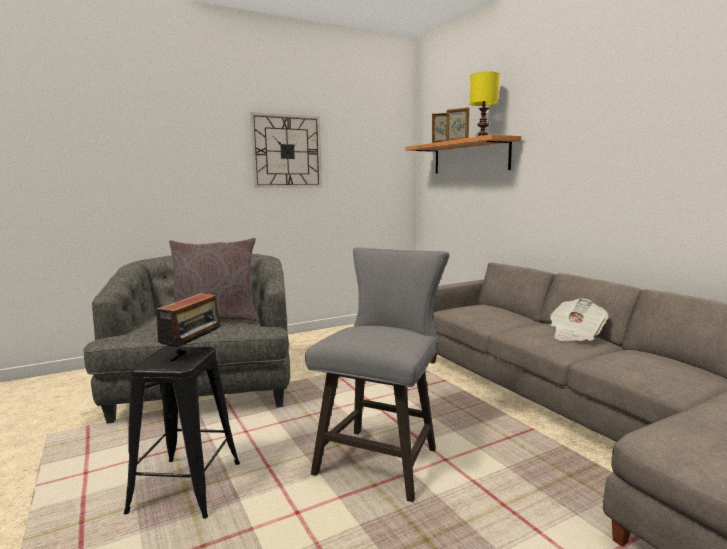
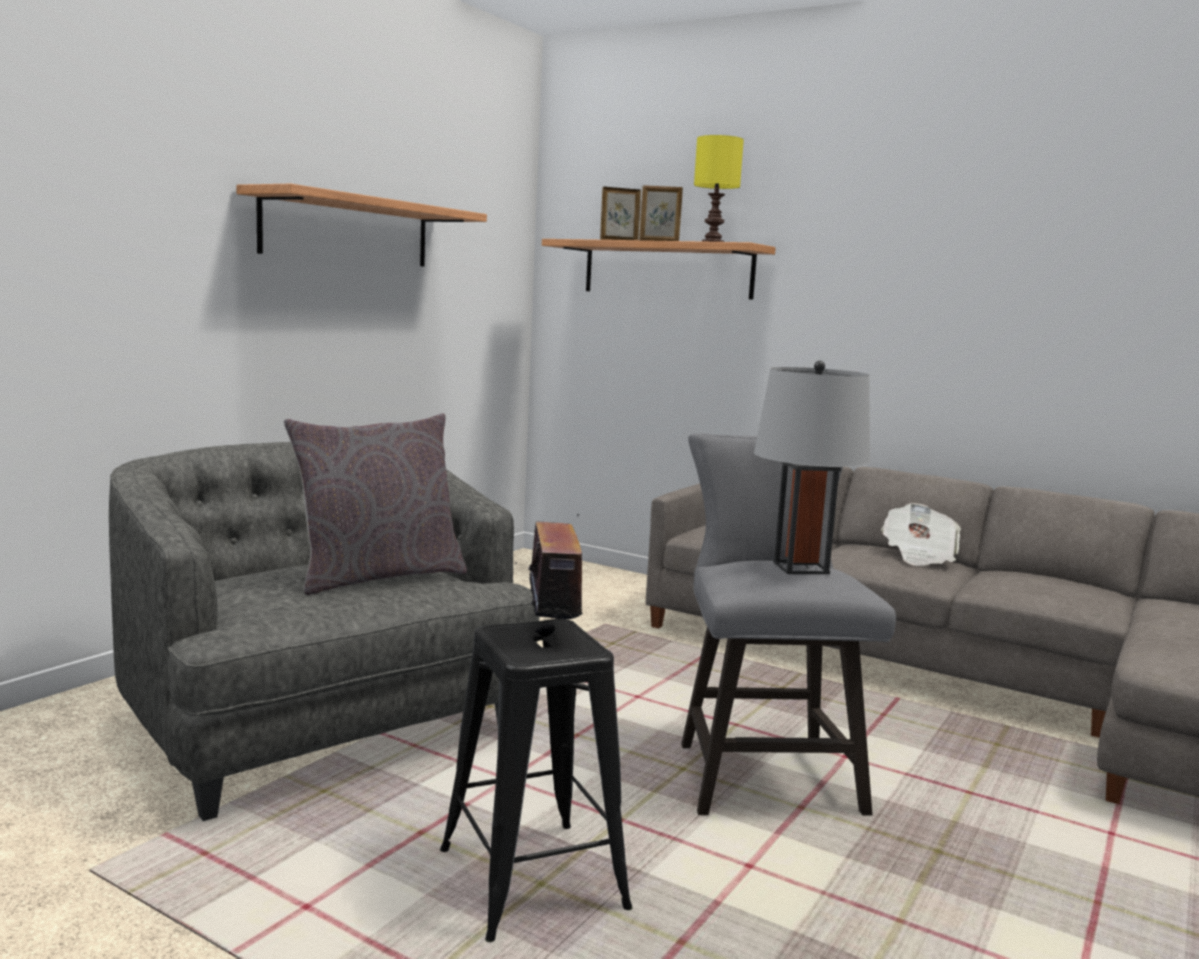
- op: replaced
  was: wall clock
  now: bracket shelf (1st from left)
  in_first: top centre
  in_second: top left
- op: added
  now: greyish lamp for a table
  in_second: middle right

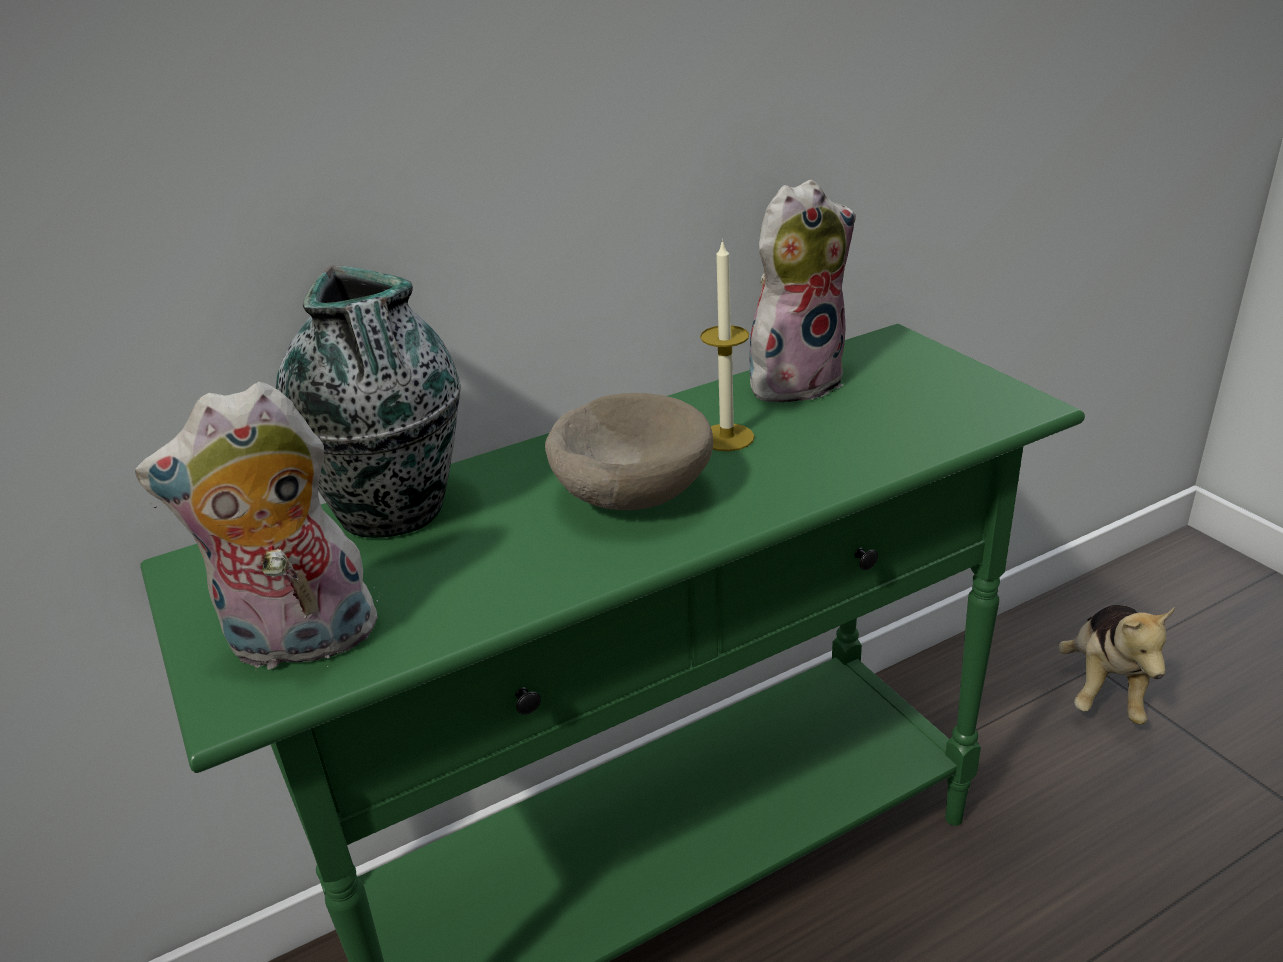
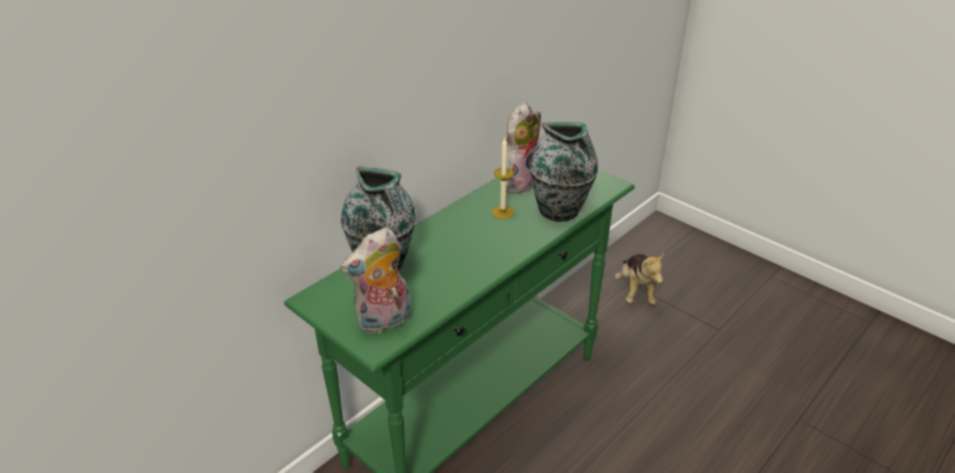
- op: removed
  was: sand-coloured deep dish
  in_first: centre
- op: added
  now: decorative vase (2nd from left)
  in_second: centre

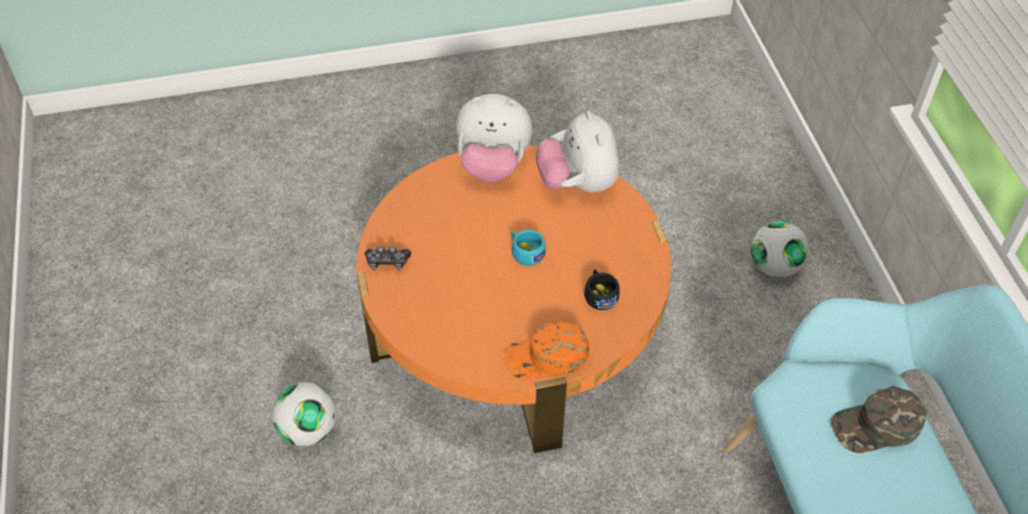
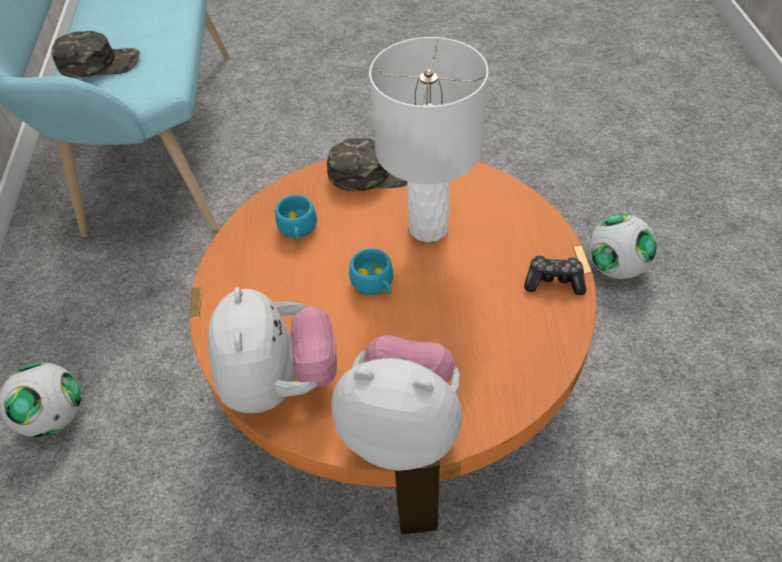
- op: recoloured
  was: black drinking cup
  now: turquoise drinking cup (1st from left)
  in_first: centre
  in_second: centre
- op: recoloured
  was: orange baseball cap
  now: greenish baseball cap (2nd from left)
  in_first: bottom centre
  in_second: top centre
- op: added
  now: white-coloured lamp for a table
  in_second: top centre

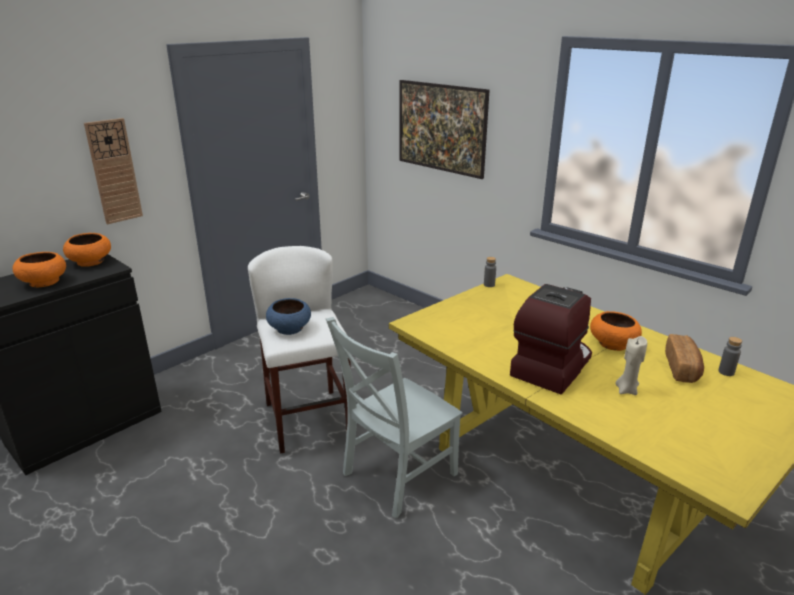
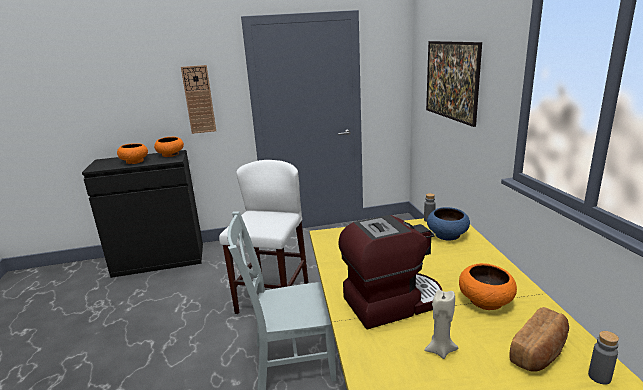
- op: moved
  was: blue-coloured deep dish
  in_first: centre
  in_second: middle right

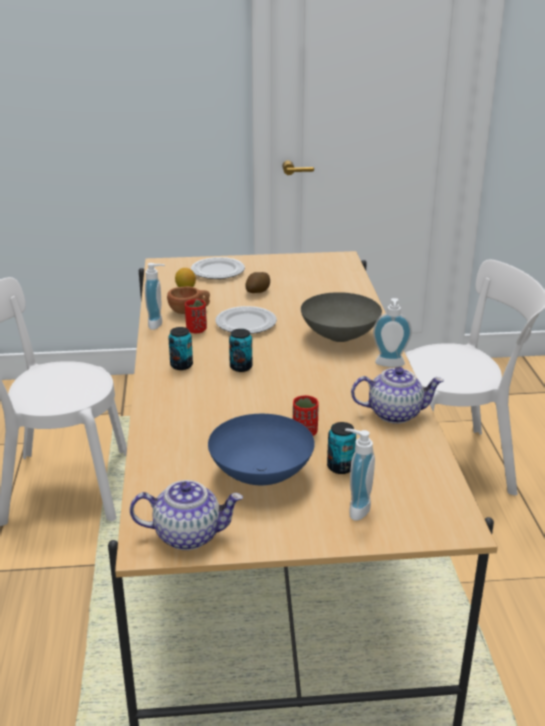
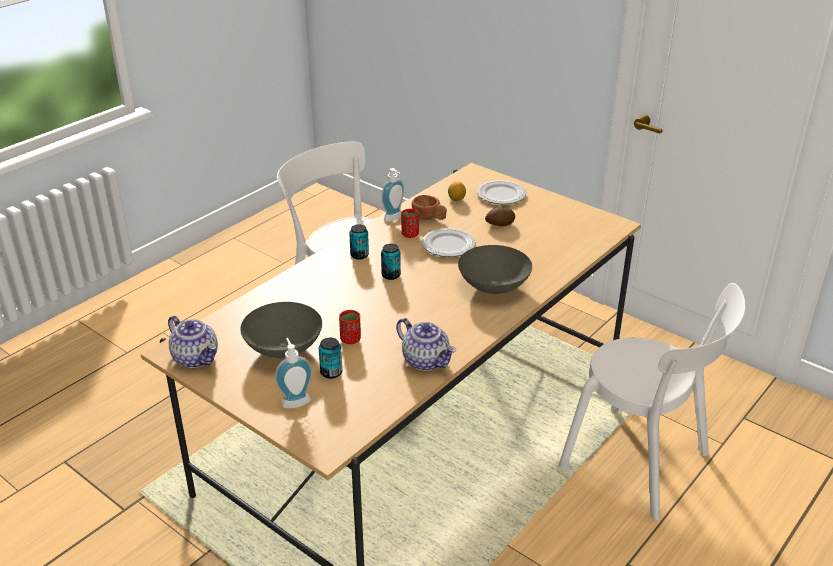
- op: removed
  was: soap dispenser (3rd from left)
  in_first: middle right
- op: recoloured
  was: blue-coloured deep dish
  now: greyish deep dish (1st from left)
  in_first: centre
  in_second: centre

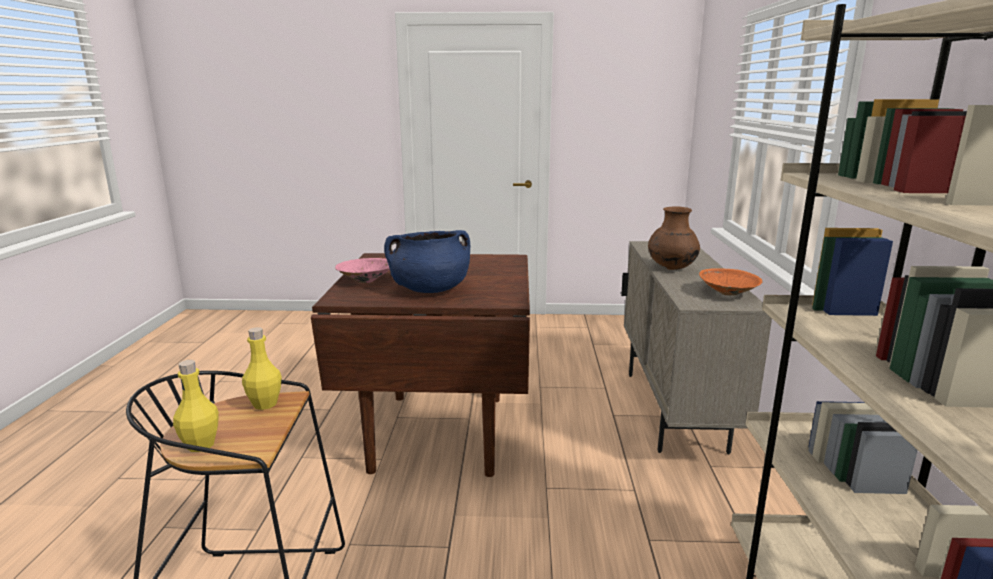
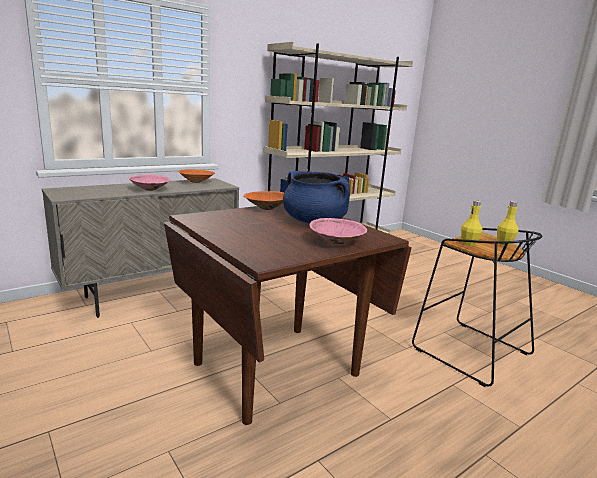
- op: replaced
  was: brown decorative vase
  now: pink-coloured deep dish (1st from left)
  in_first: middle right
  in_second: middle left
- op: added
  now: orange deep dish (2nd from left)
  in_second: centre

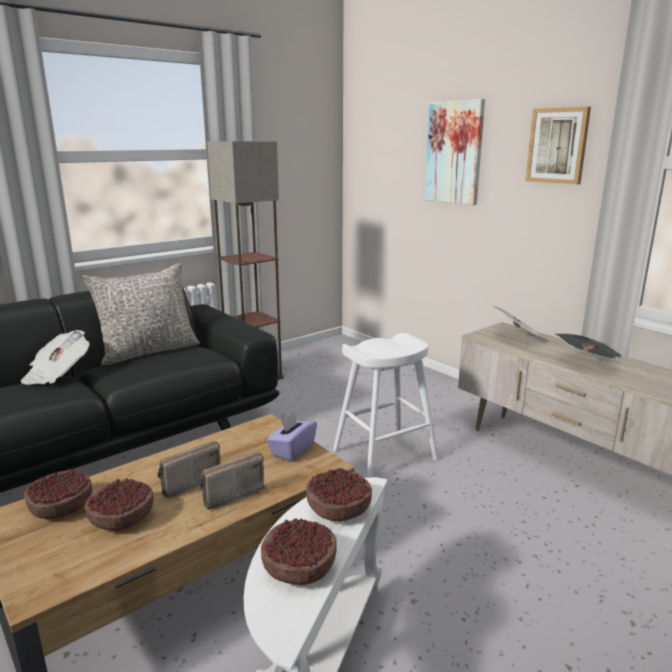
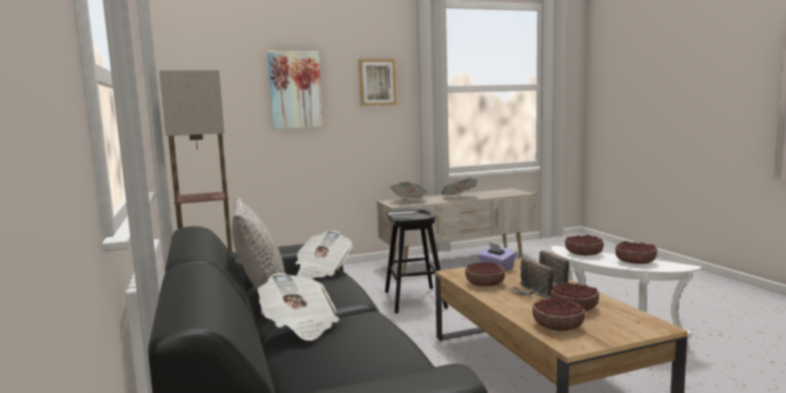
- op: recoloured
  was: white-coloured sitting stool
  now: black sitting stool
  in_first: centre
  in_second: centre
- op: added
  now: newspaper (2nd from left)
  in_second: centre
- op: added
  now: deep dish (1st from left)
  in_second: bottom centre

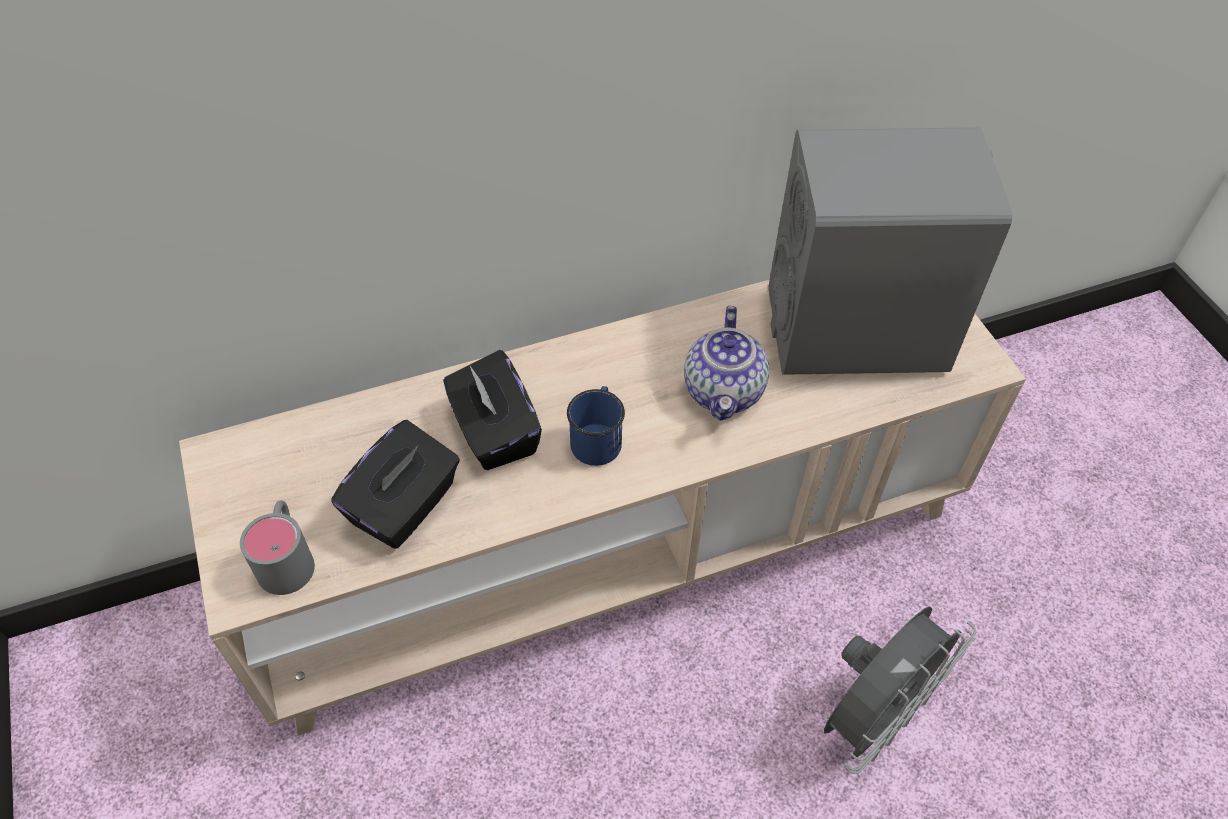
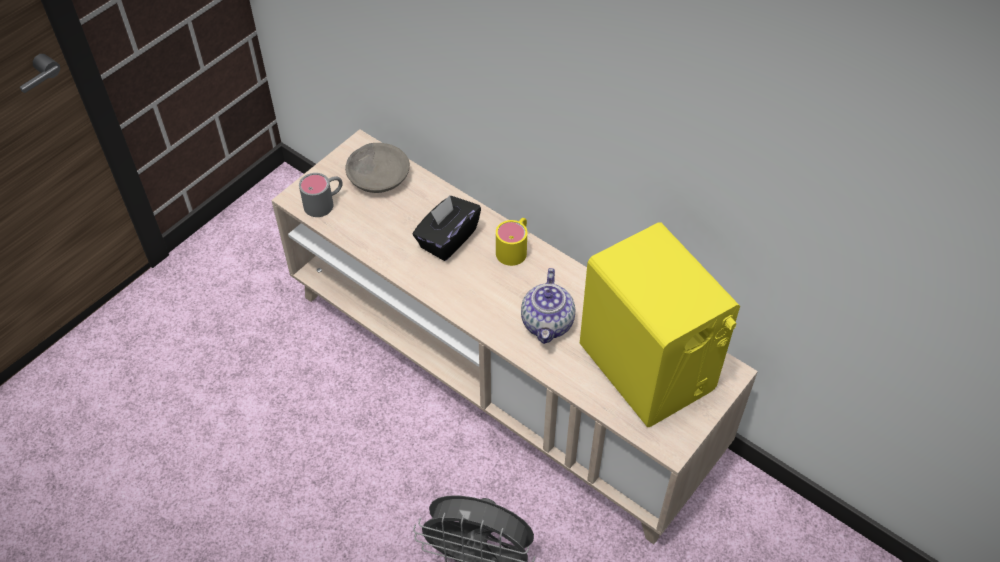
- op: recoloured
  was: greyish audio speaker
  now: yellowish audio speaker
  in_first: top right
  in_second: centre
- op: turned
  was: pot for tea
  in_first: centre
  in_second: centre
  clockwise: -60
- op: removed
  was: blue-coloured mug
  in_first: centre
- op: removed
  was: black tissue holder (1st from left)
  in_first: middle left
- op: added
  now: greyish deep dish
  in_second: top centre
- op: added
  now: yellowish mug
  in_second: centre

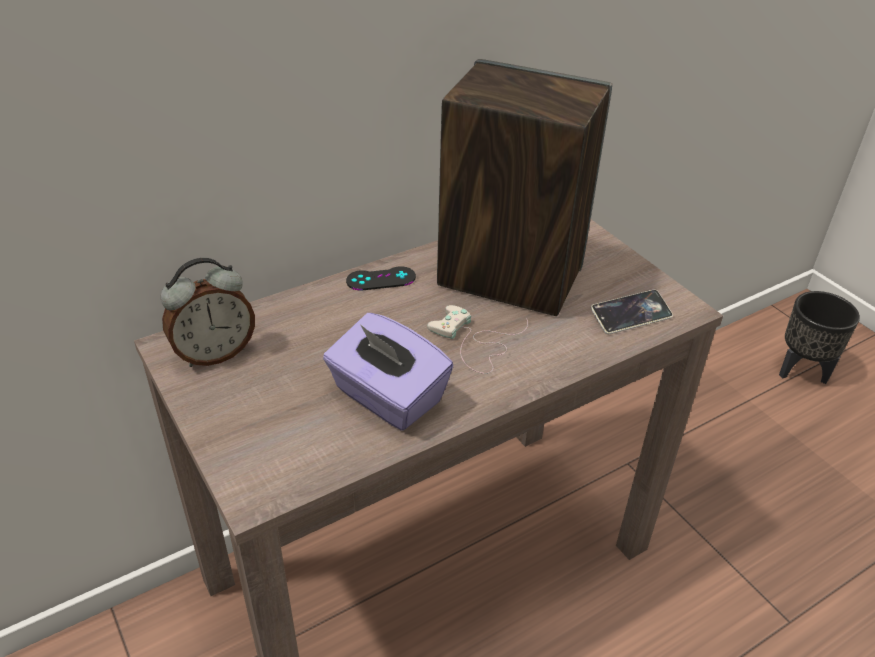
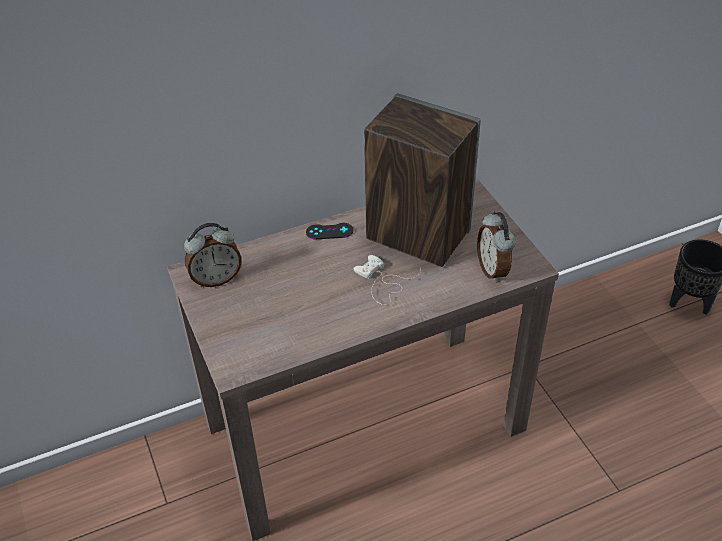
- op: replaced
  was: handset
  now: table clock (2nd from left)
  in_first: middle right
  in_second: middle right
- op: removed
  was: purple-coloured tissue holder
  in_first: centre

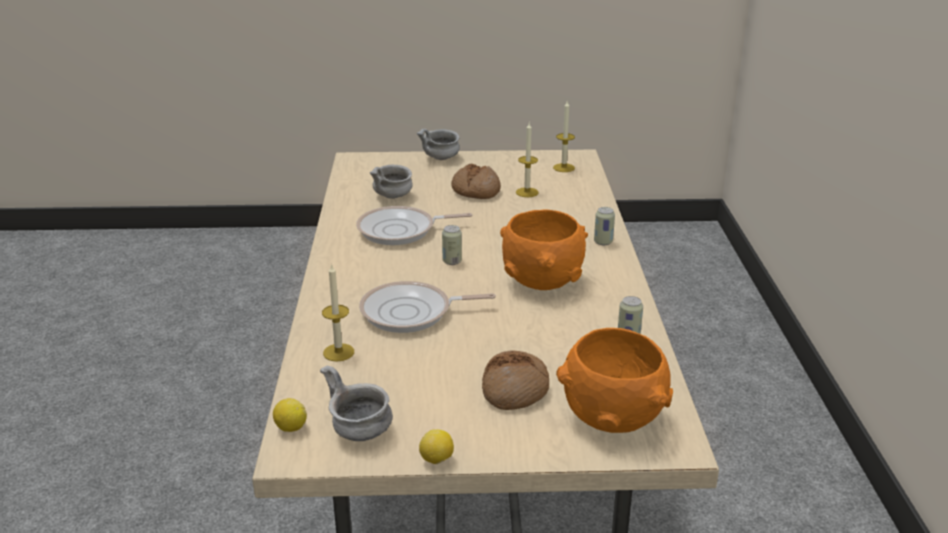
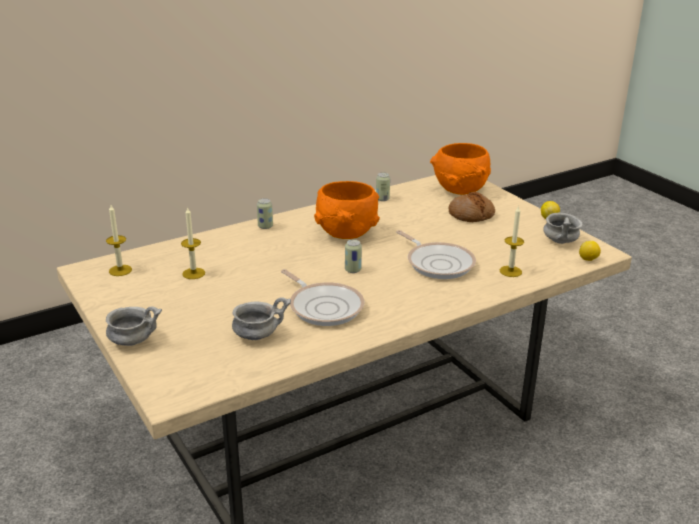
- op: removed
  was: bread (1st from left)
  in_first: centre

